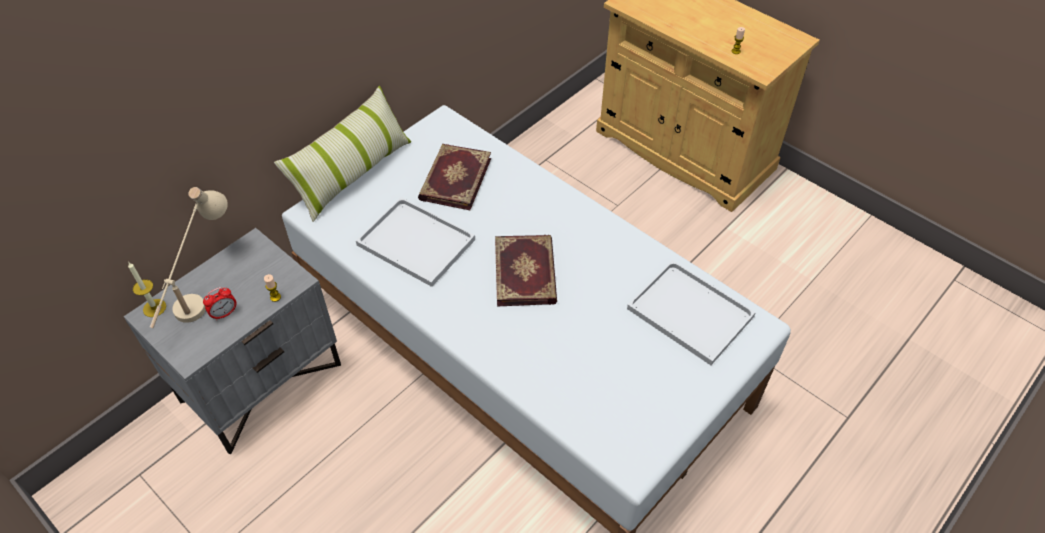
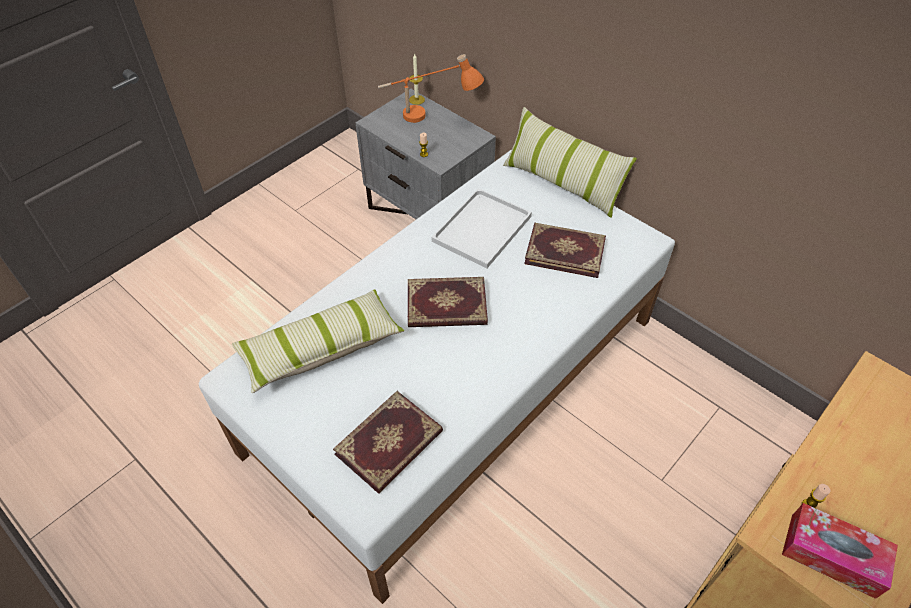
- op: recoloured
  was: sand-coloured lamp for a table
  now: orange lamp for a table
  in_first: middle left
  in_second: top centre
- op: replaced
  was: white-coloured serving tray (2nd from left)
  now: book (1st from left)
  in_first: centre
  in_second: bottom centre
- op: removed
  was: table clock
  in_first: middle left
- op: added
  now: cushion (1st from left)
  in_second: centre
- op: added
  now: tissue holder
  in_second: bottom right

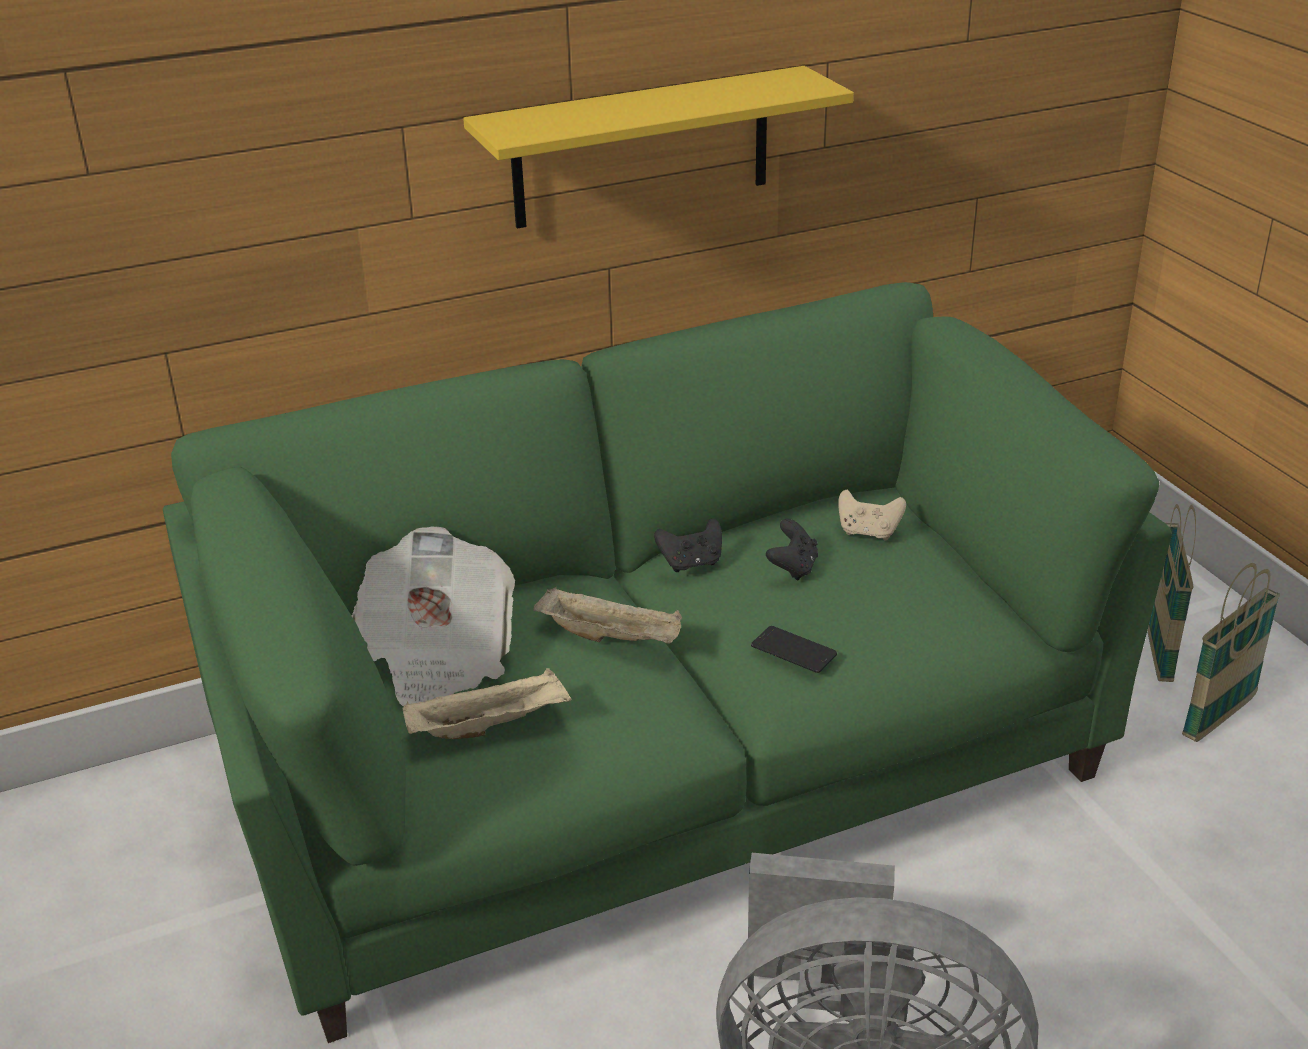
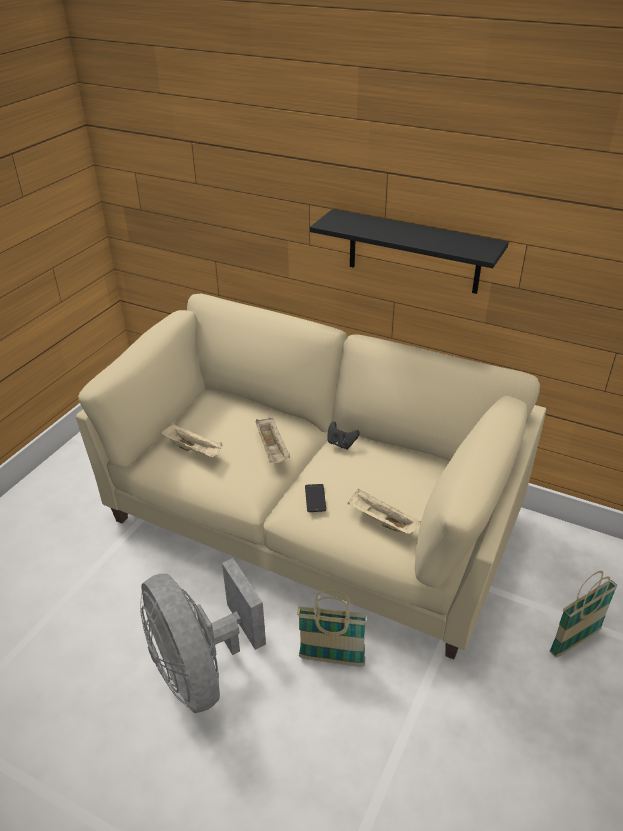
- op: recoloured
  was: yellowish bracket shelf
  now: black bracket shelf
  in_first: top centre
  in_second: top centre
- op: recoloured
  was: greenish couch
  now: sand-coloured couch
  in_first: centre
  in_second: centre
- op: removed
  was: sand-coloured gamepad
  in_first: middle right
- op: removed
  was: black gamepad (2nd from left)
  in_first: centre
- op: removed
  was: newspaper
  in_first: middle left
- op: moved
  was: storage basket (2nd from left in the first image)
  now: storage basket (1st from left)
  in_first: middle right
  in_second: bottom centre
- op: added
  now: sand-coloured serving tray (3rd from left)
  in_second: centre

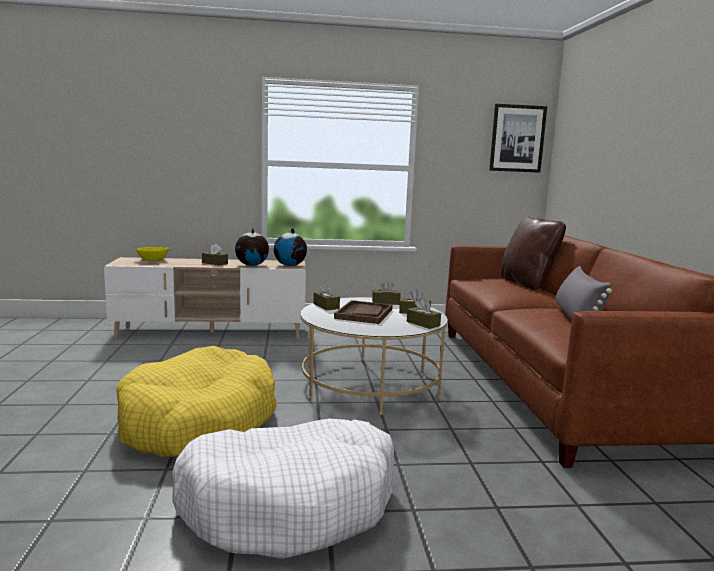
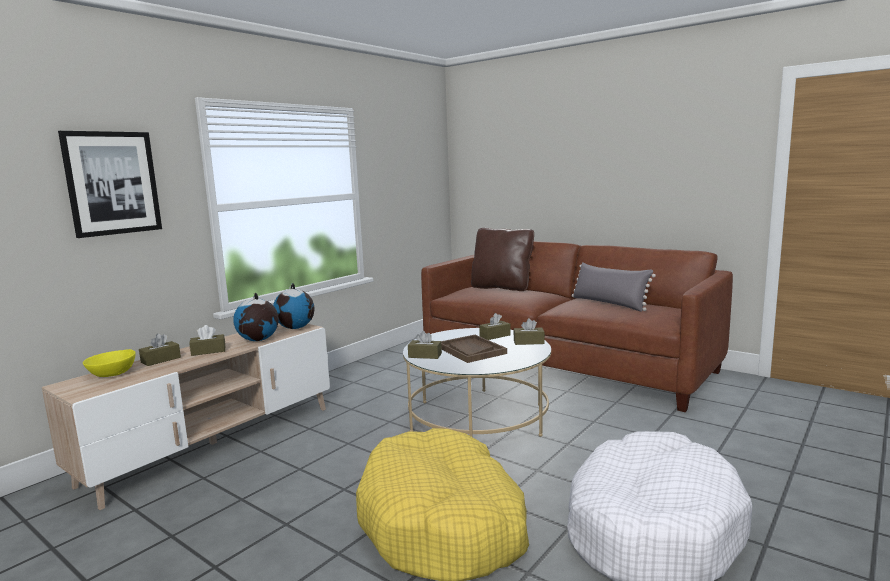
- op: moved
  was: wall picture
  in_first: top right
  in_second: top left
- op: moved
  was: brown tissue holder (3rd from left in the first image)
  now: brown tissue holder (1st from left)
  in_first: centre
  in_second: middle left

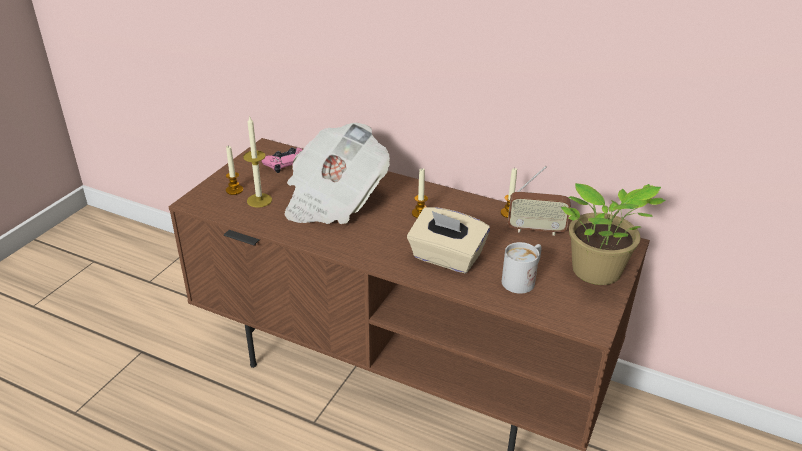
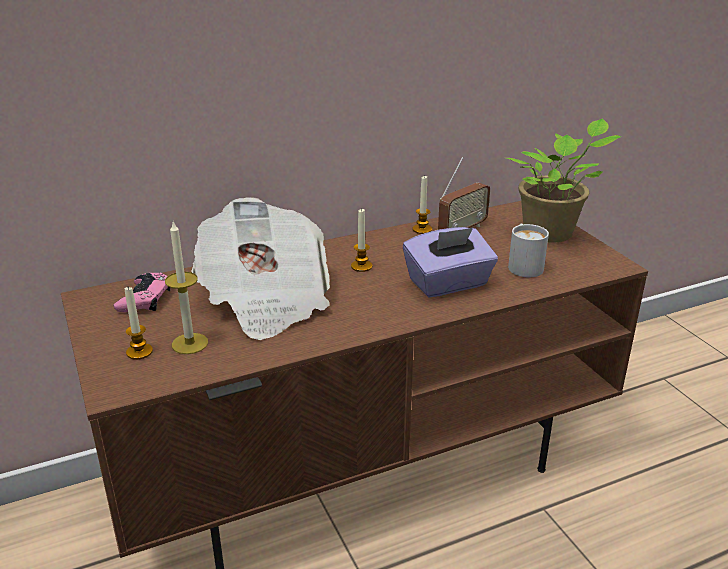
- op: recoloured
  was: sand-coloured tissue holder
  now: purple-coloured tissue holder
  in_first: centre
  in_second: centre

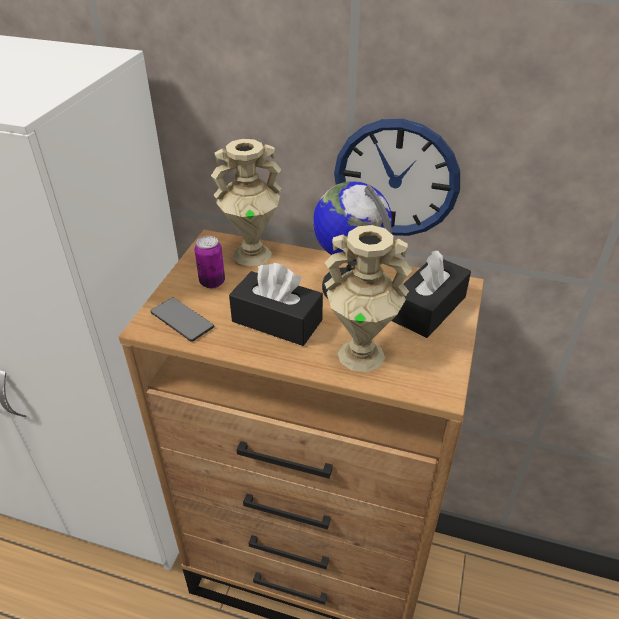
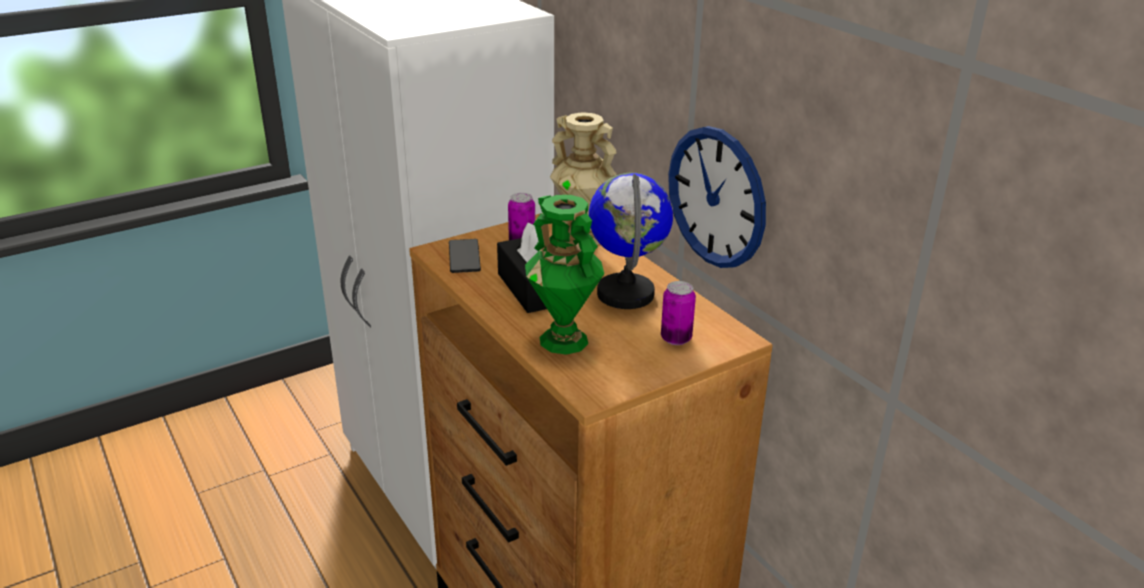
- op: recoloured
  was: sand-coloured decorative vase (2nd from left)
  now: greenish decorative vase
  in_first: centre
  in_second: centre
- op: replaced
  was: black tissue holder (2nd from left)
  now: metal can (2nd from left)
  in_first: middle right
  in_second: centre

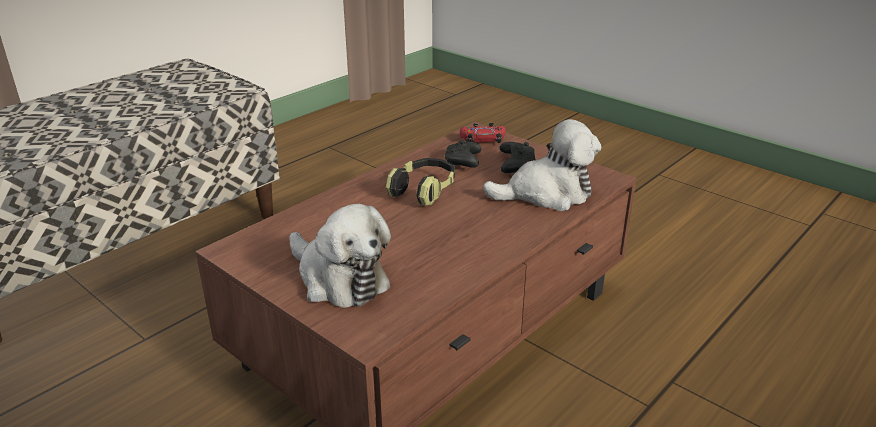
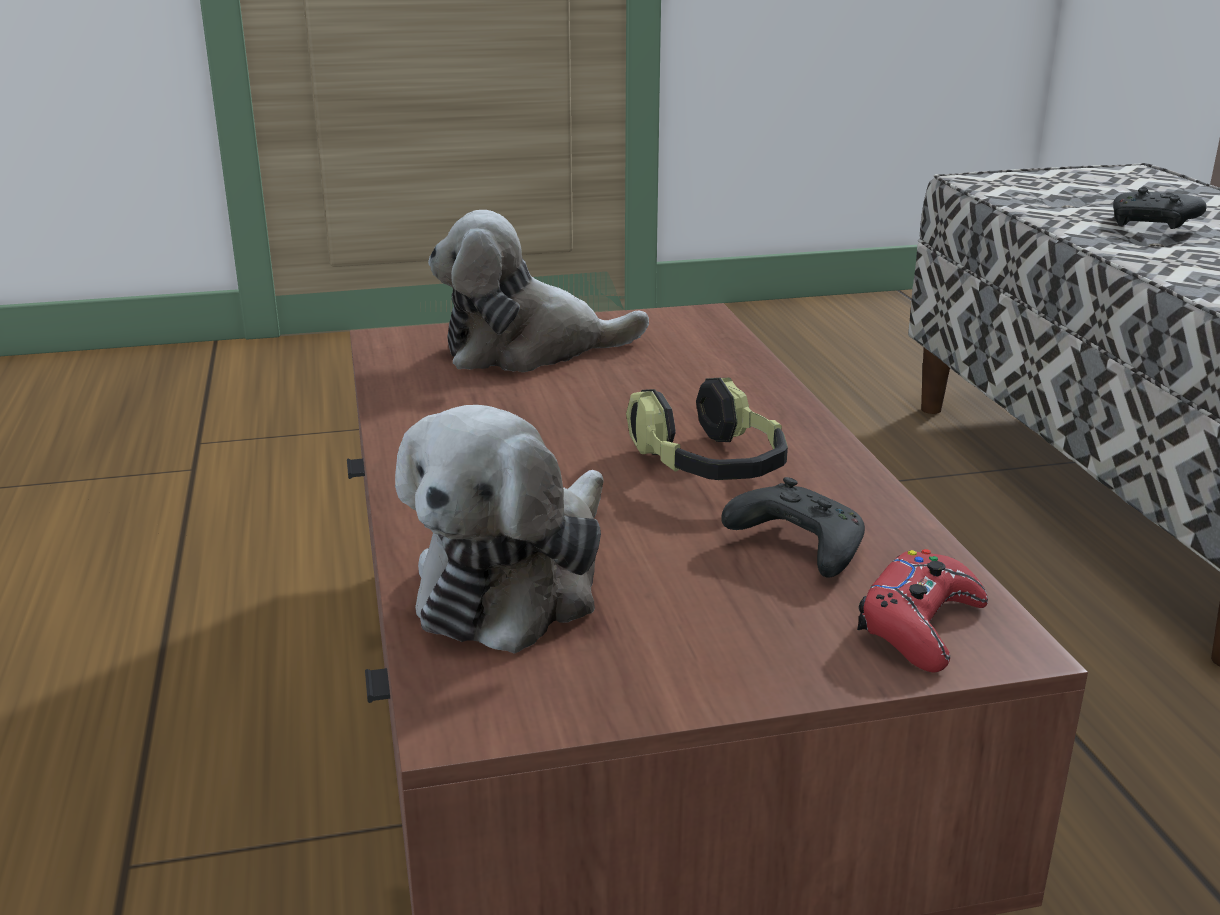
- op: moved
  was: black gamepad (2nd from left)
  in_first: centre
  in_second: top right

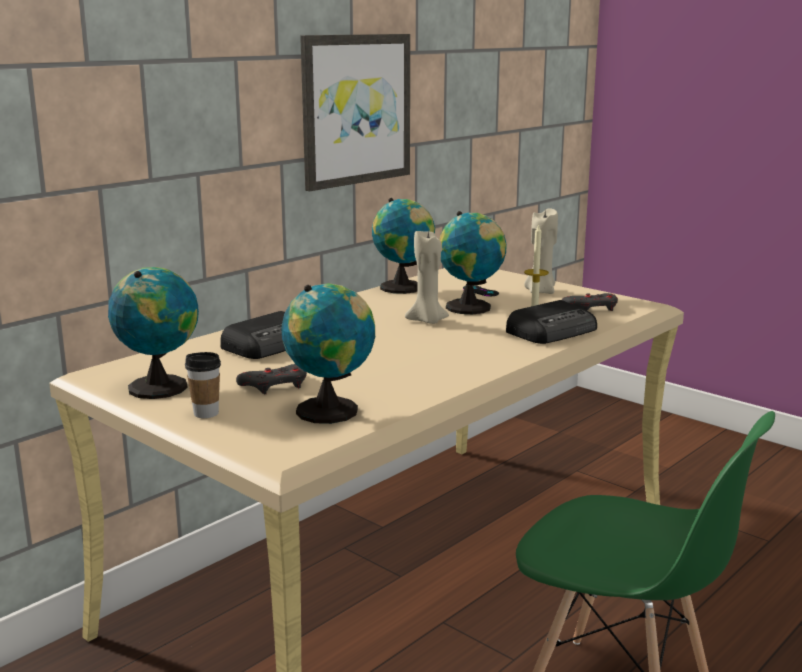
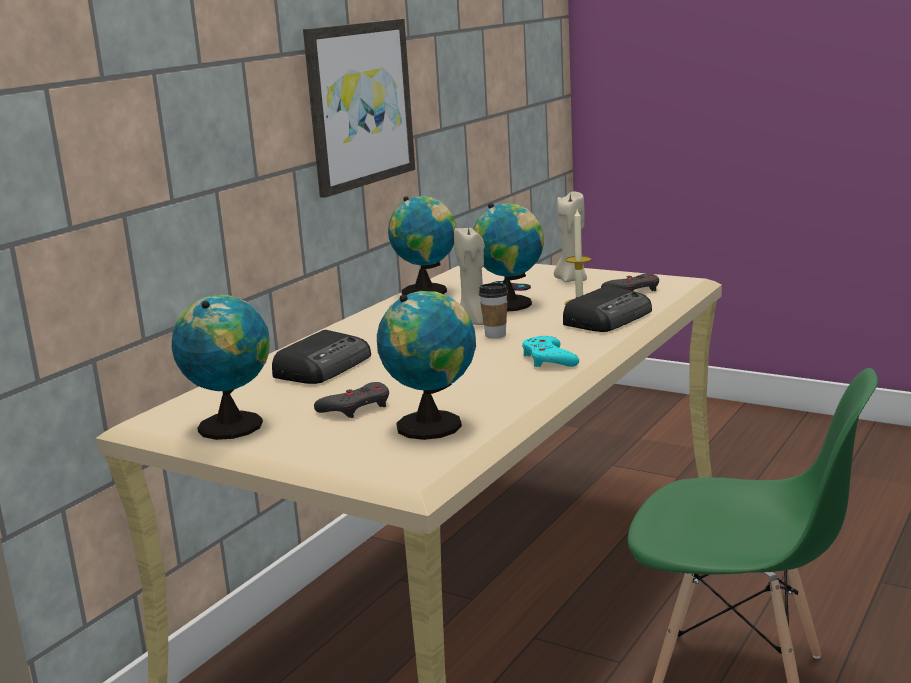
- op: moved
  was: drinking cup
  in_first: middle left
  in_second: centre
- op: added
  now: turquoise gamepad
  in_second: centre

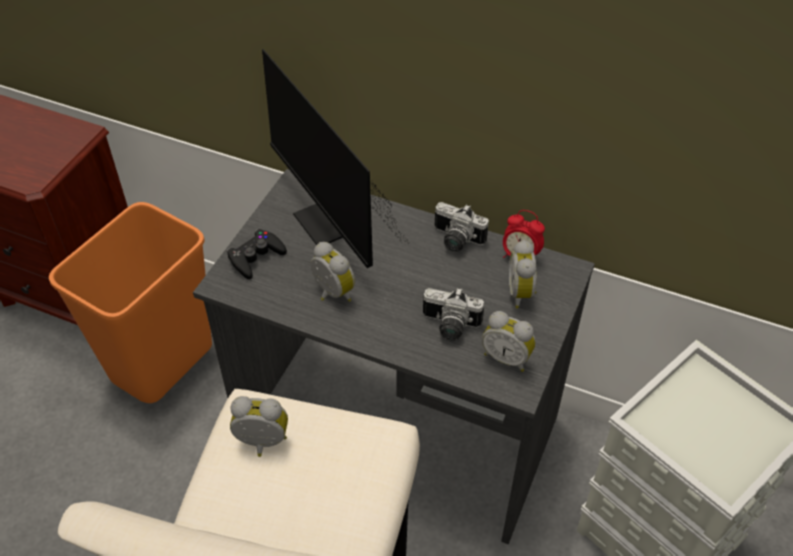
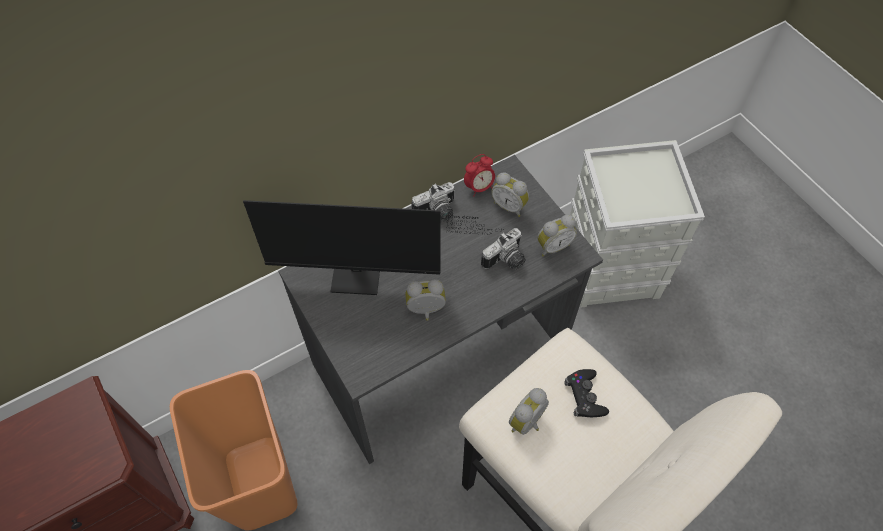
- op: moved
  was: black gamepad
  in_first: middle left
  in_second: bottom centre

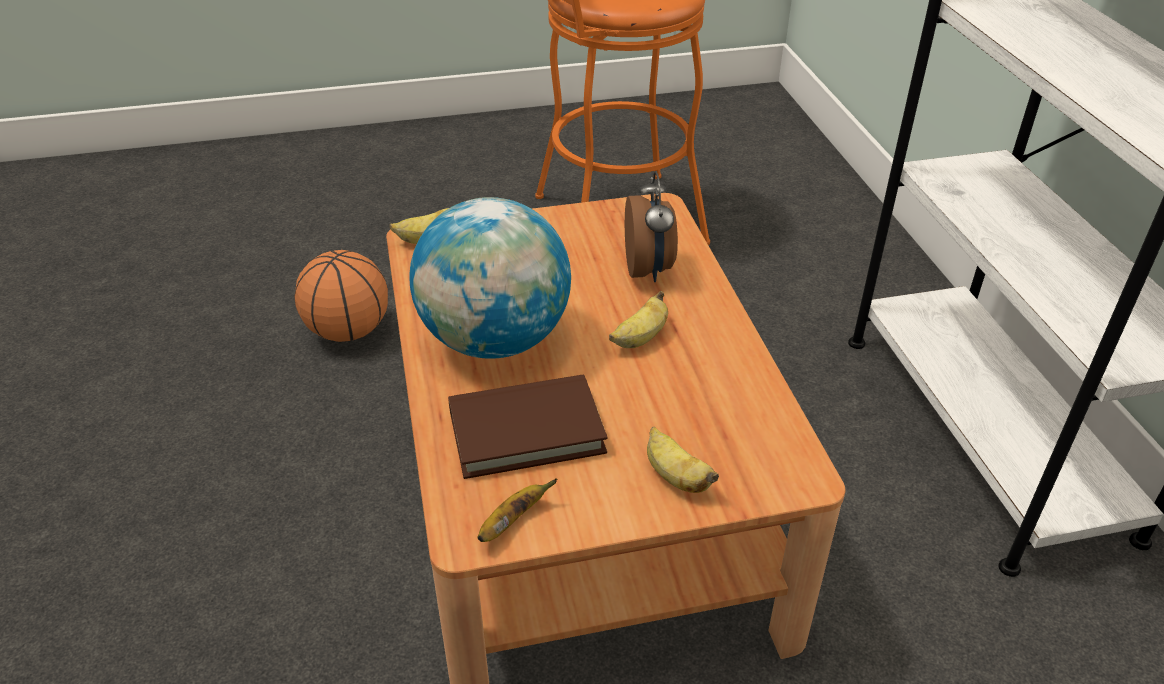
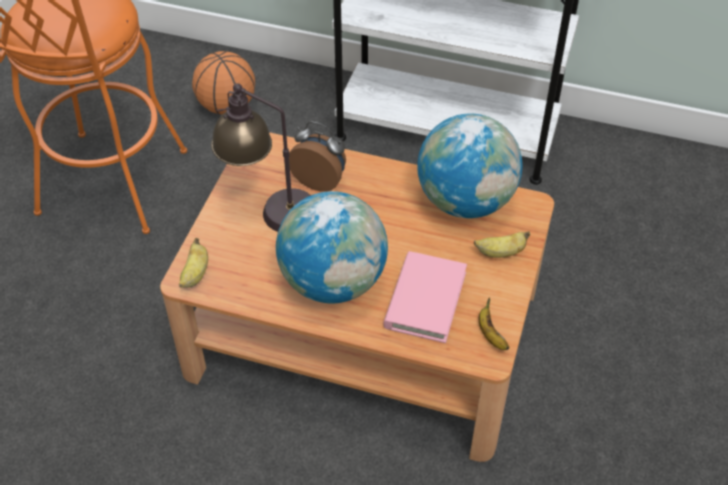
- op: moved
  was: basketball
  in_first: middle left
  in_second: top left
- op: removed
  was: banana (3rd from left)
  in_first: centre
- op: recoloured
  was: brown book
  now: pink-coloured book
  in_first: centre
  in_second: centre
- op: added
  now: lamp for a table
  in_second: top centre
- op: added
  now: world globe (2nd from left)
  in_second: centre

